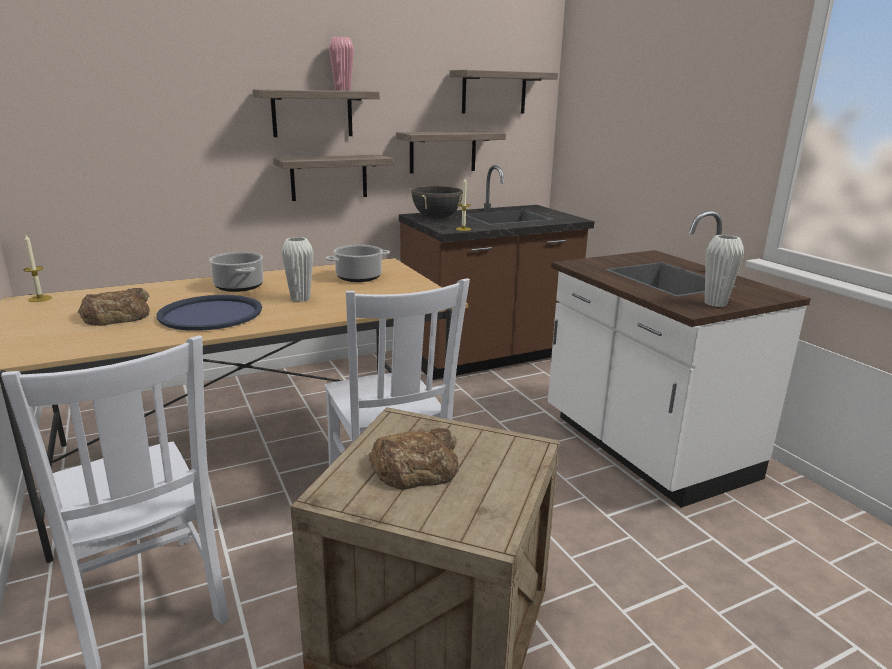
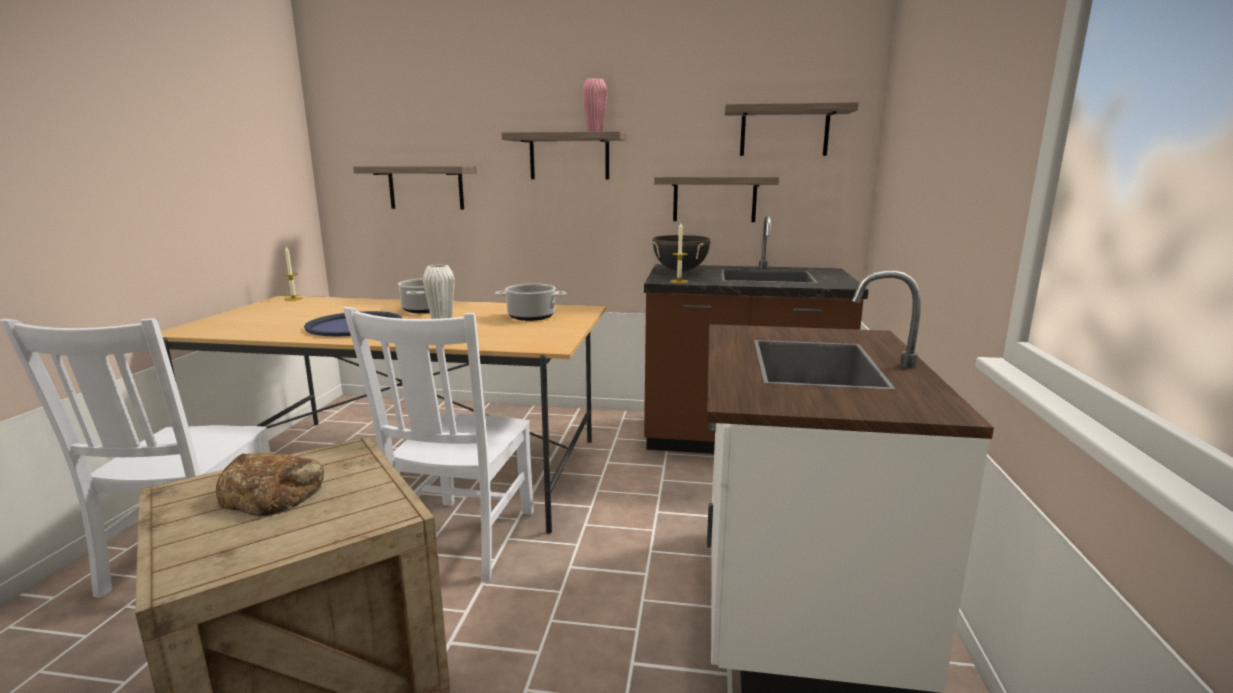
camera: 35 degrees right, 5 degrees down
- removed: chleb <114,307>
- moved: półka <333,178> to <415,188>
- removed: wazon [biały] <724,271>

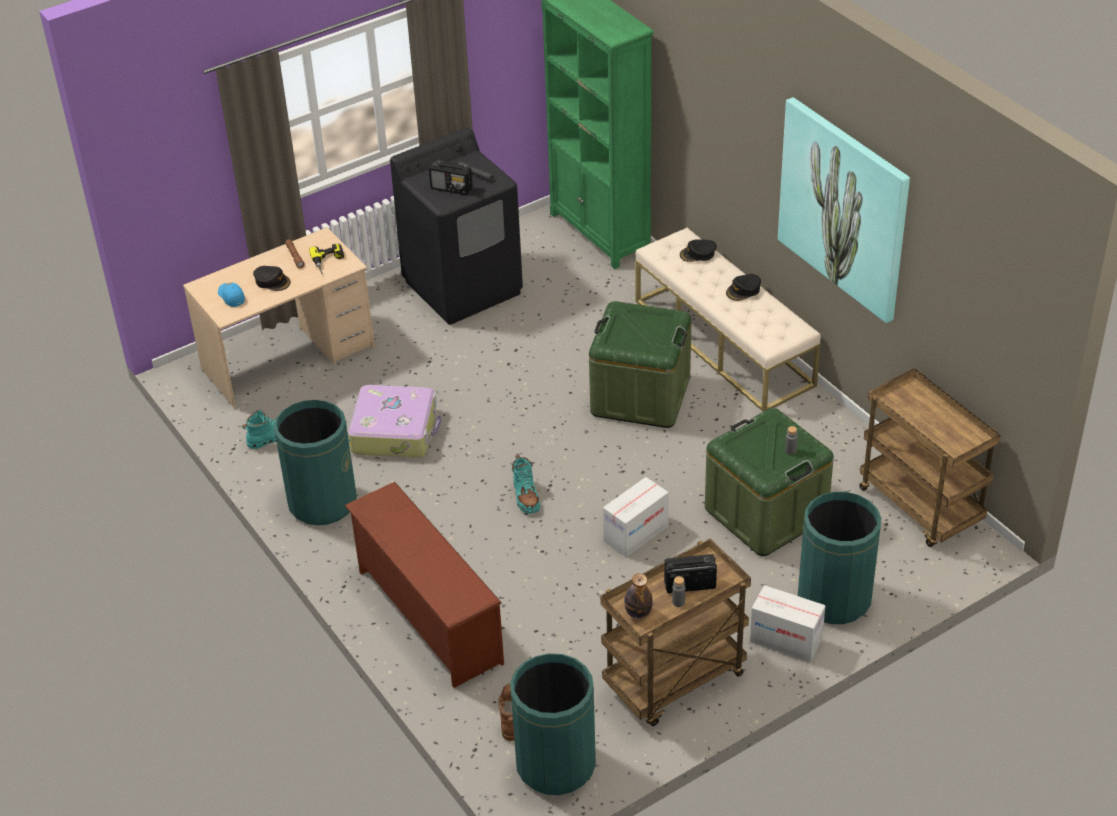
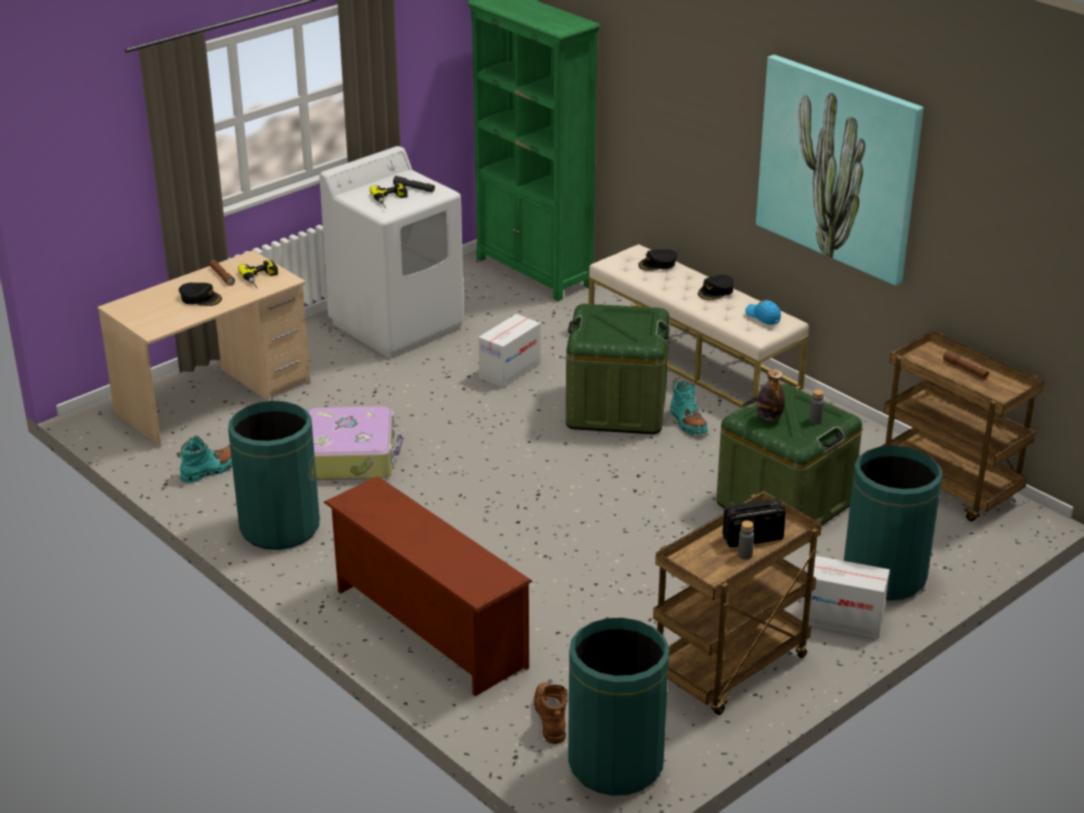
camera: 10 degrees left, 10 degrees down
- moved: czapka z daszkiem [niebieski] <231,295> to <763,312>
- recoloured: pralka [czarny] <456,226> to pralka [biały] <391,252>
- replaced: radio <451,178> to wiertarka <389,195>
- moved: but z cholewką [turkusowy] <526,484> to <689,407>
- moved: karton <636,517> to <510,351>
- moved: butelka <638,596> to <770,395>
- added: latarka [brązowy] <966,365>

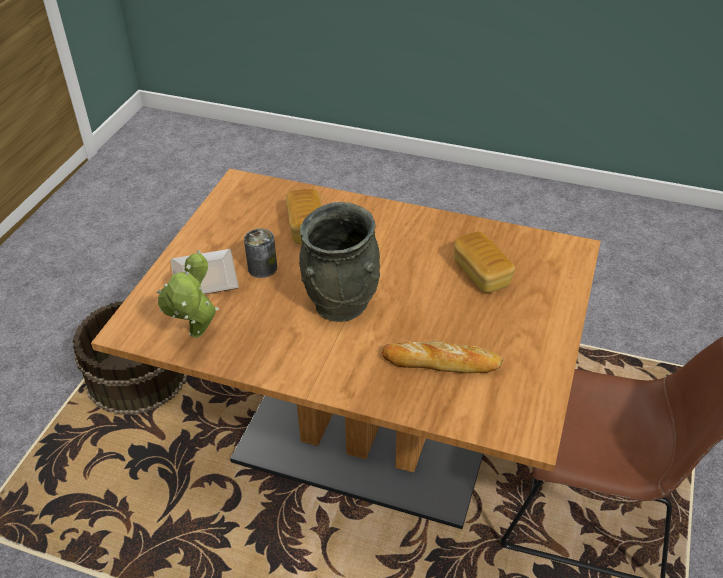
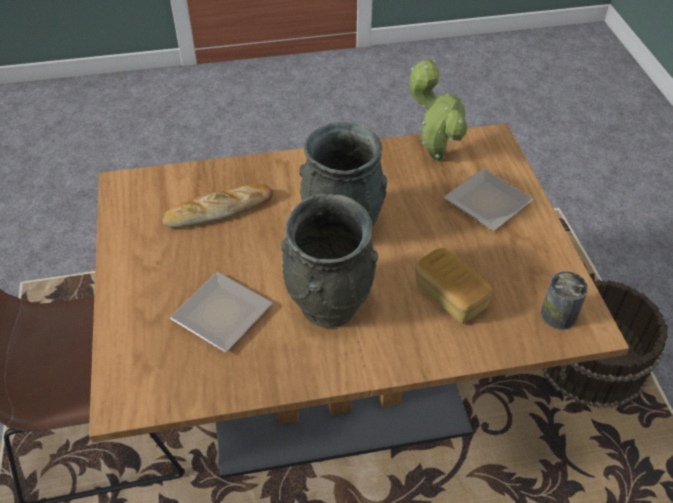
camera: 150 degrees right, 5 degrees up
- moved: puszka <260,253> to <564,300>
- replaced: chleb <484,262> to talerz <220,312>
- added: wazon [szary] <329,261>

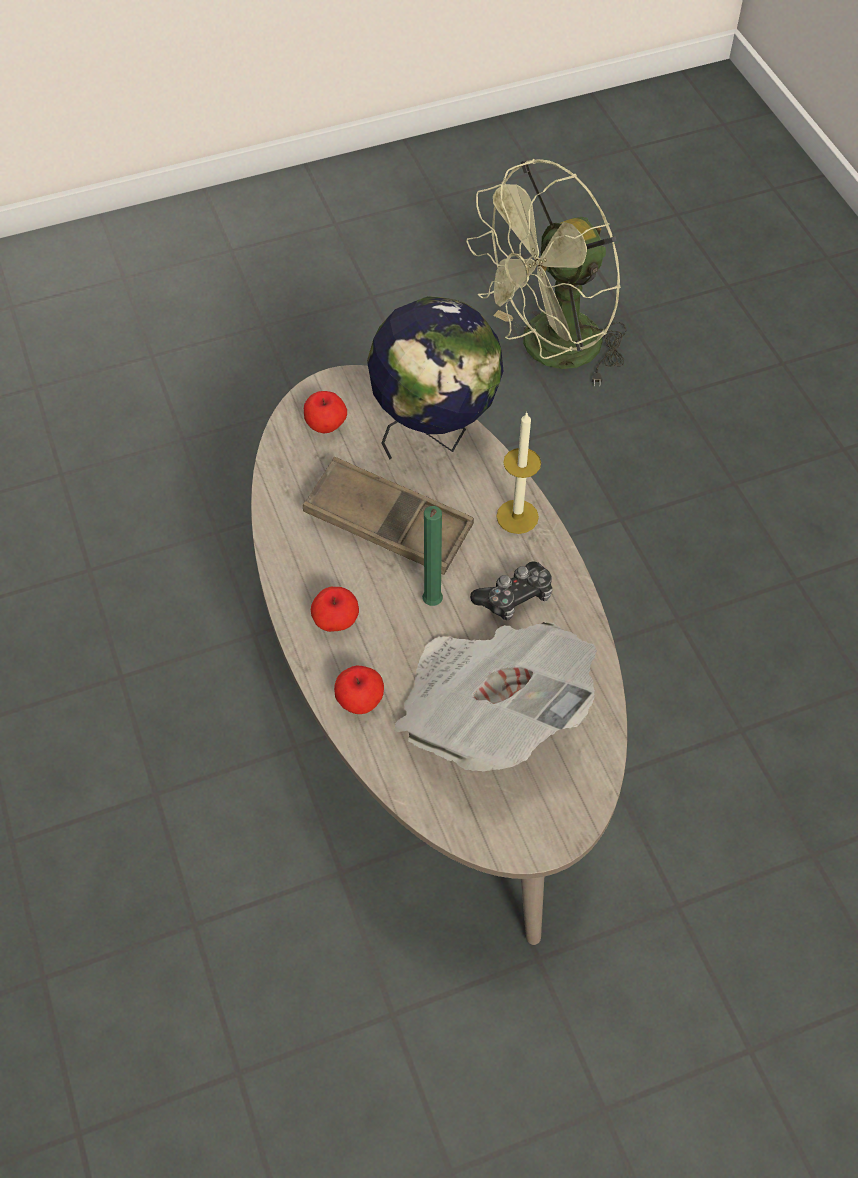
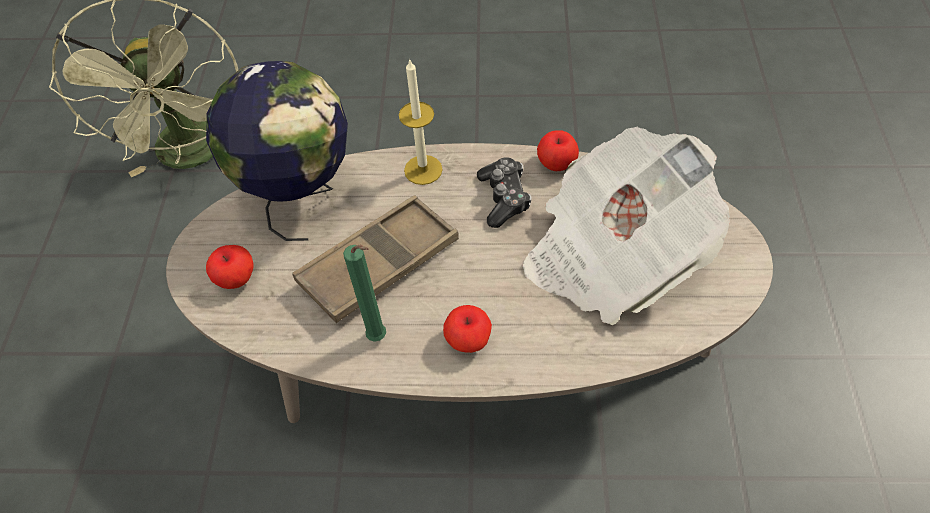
camera: 65 degrees left, 0 degrees up
- moved: jabłko <359,690> to <558,150>
- moved: świeca [zielony] <432,556> to <364,293>

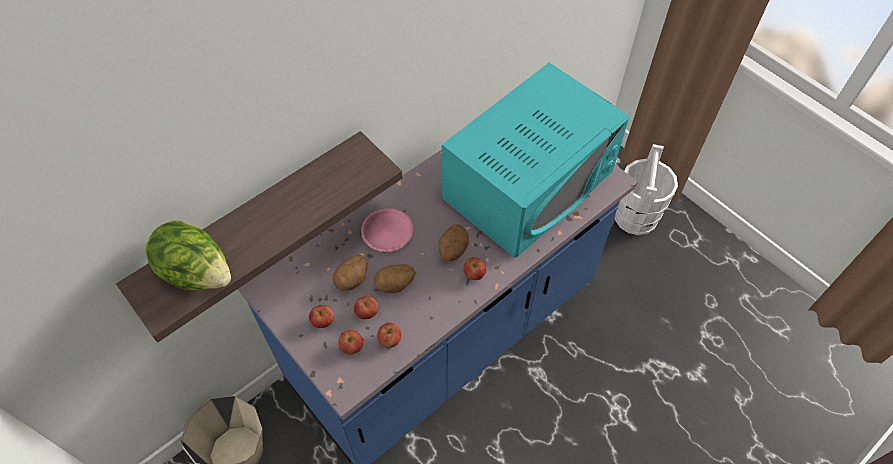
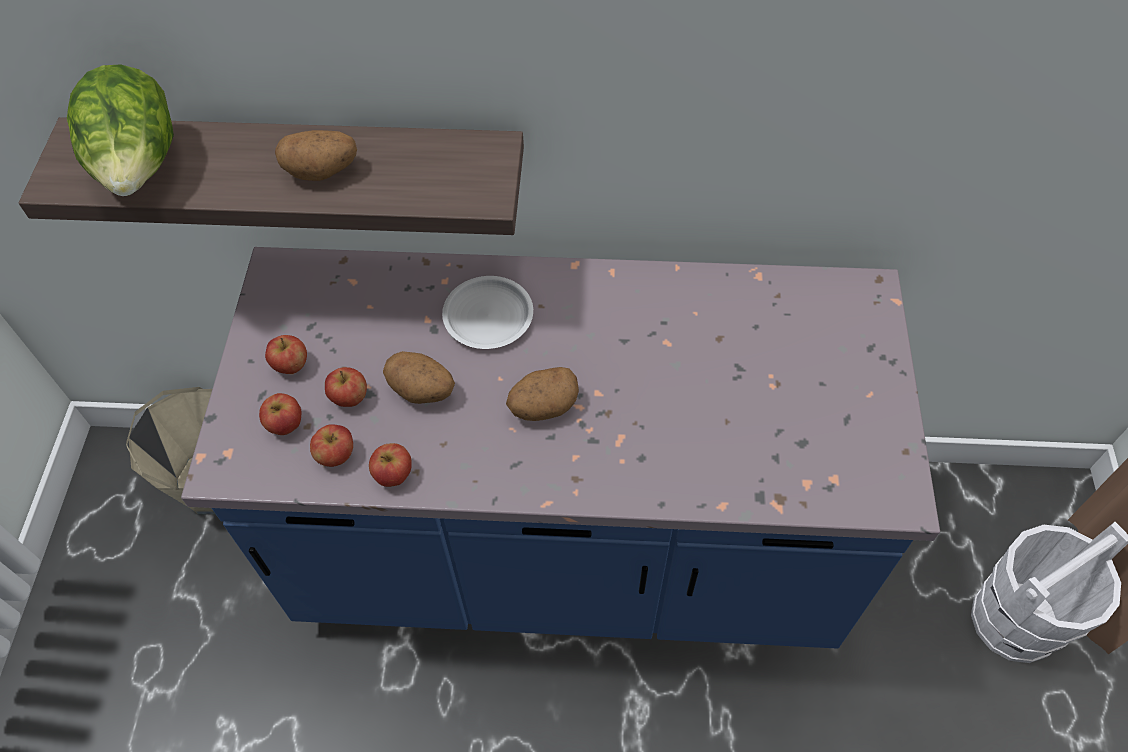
camera: 45 degrees right, 0 degrees up
- moved: ziemniak <350,272> to <316,155>
- recoloured: talerz [różowy] <387,230> to talerz [biały] <487,312>
- removed: mikrofalówka [turkusowy] <535,160>
- moved: jabłko <474,268> to <390,465>

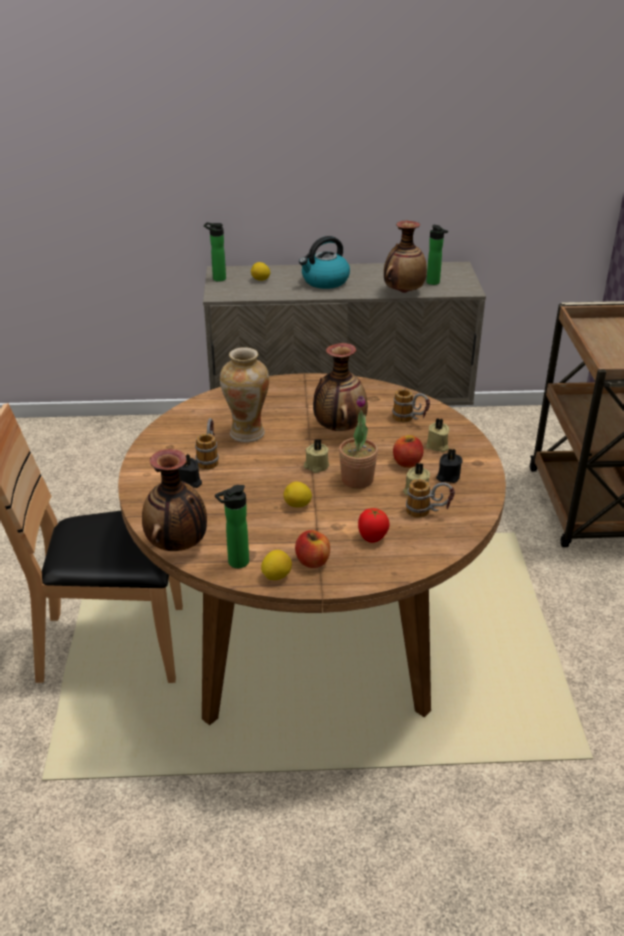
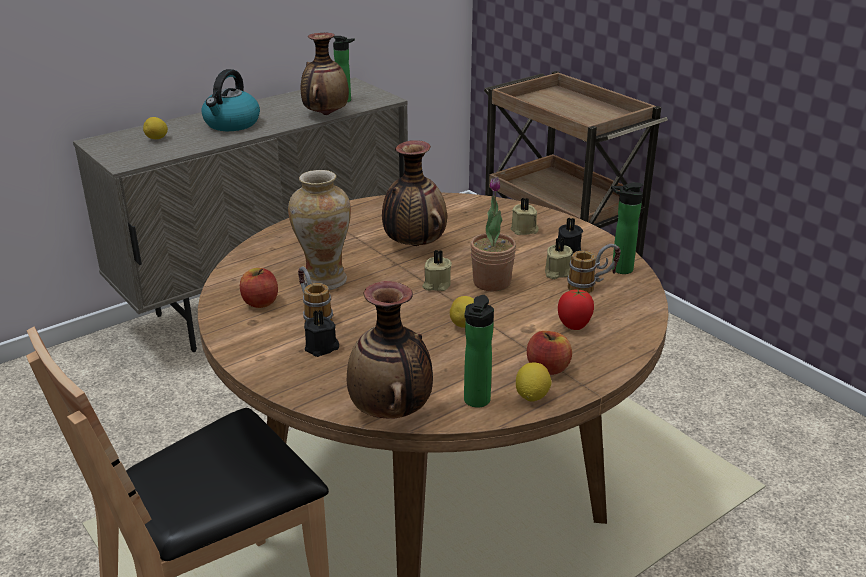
camera: 35 degrees left, 5 degrees down
- moved: butelka <215,252> to <627,228>
- removed: kubek <411,405>
- moved: jabłko <408,451> to <259,288>

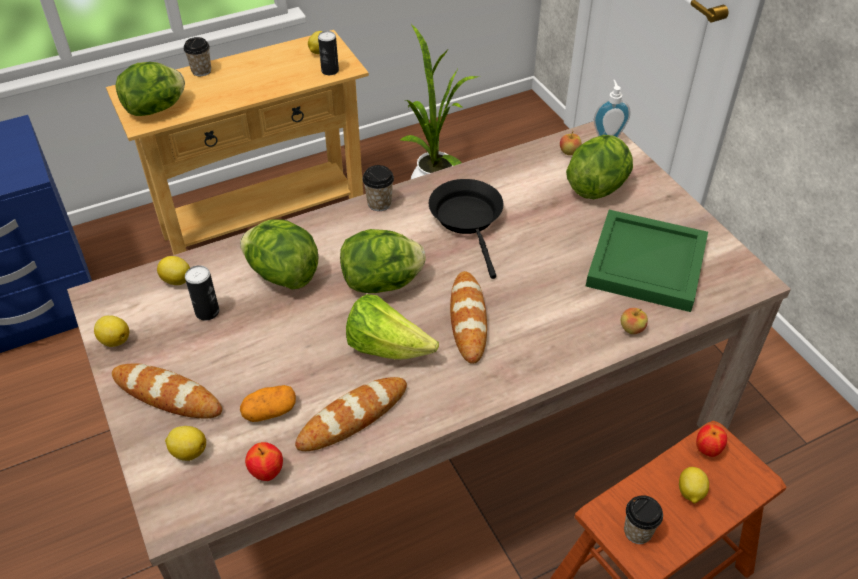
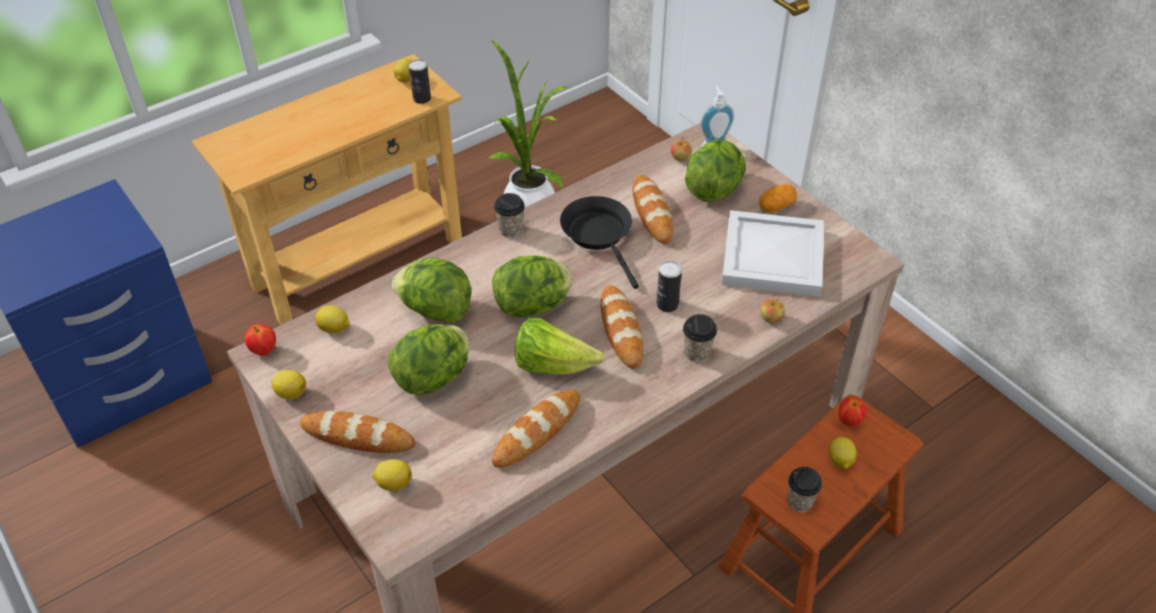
camera: 10 degrees left, 0 degrees up
- moved: sałata <150,89> to <428,359>
- moved: filiżanka <197,56> to <700,338>
- moved: puszka <202,293> to <669,286>
- moved: ziemniak <268,403> to <778,198>
- moved: jabłko <264,461> to <260,340>
- recoloured: taca [zielony] <647,261> to taca [biały] <773,253>
- added: chleb <653,209>

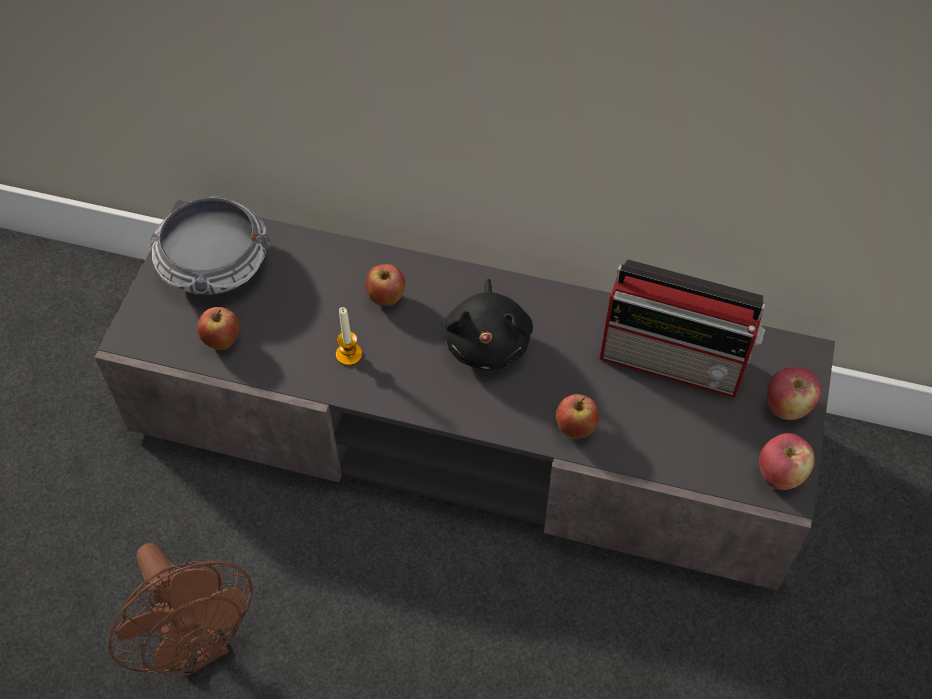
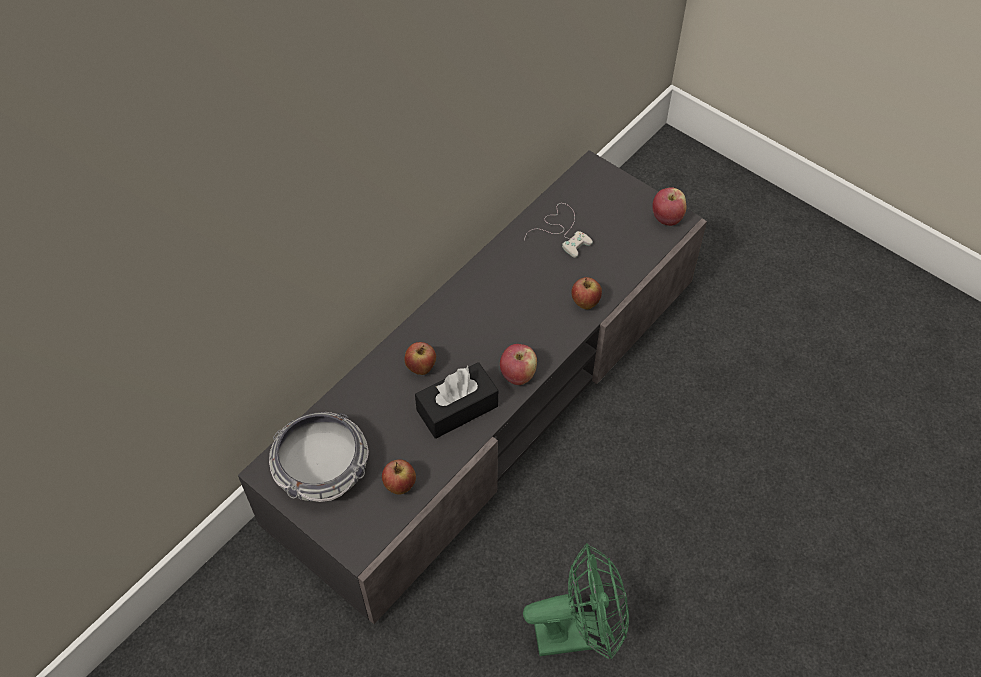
camera: 65 degrees left, 0 degrees up
- recoloured: wentylator [brązowy] <181,610> to wentylator [zielony] <576,602>
- replaced: świeca <349,336> to pudełko chusteczek [czarny] <456,400>
- removed: pluszak [czarny] <488,324>
- replaced: radio <682,328> to pad do gier [biały] <558,230>
- moved: jabłko <794,393> to <518,364>

